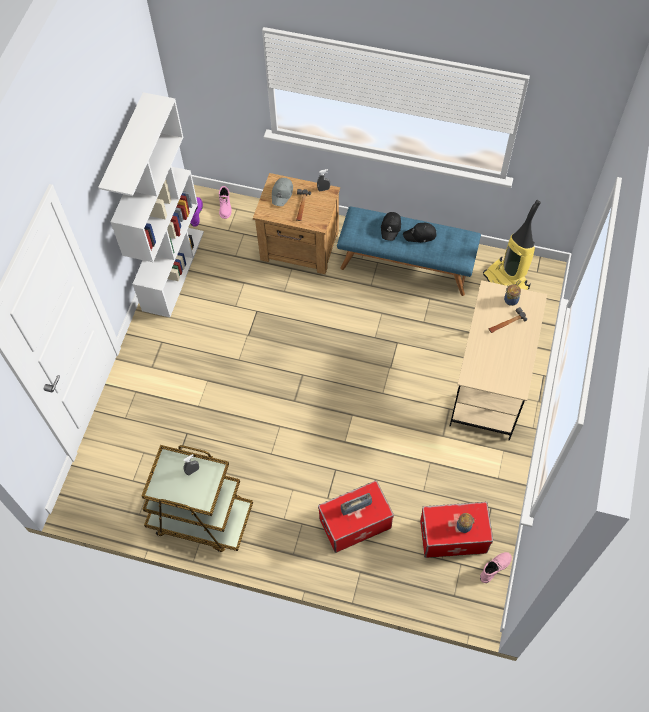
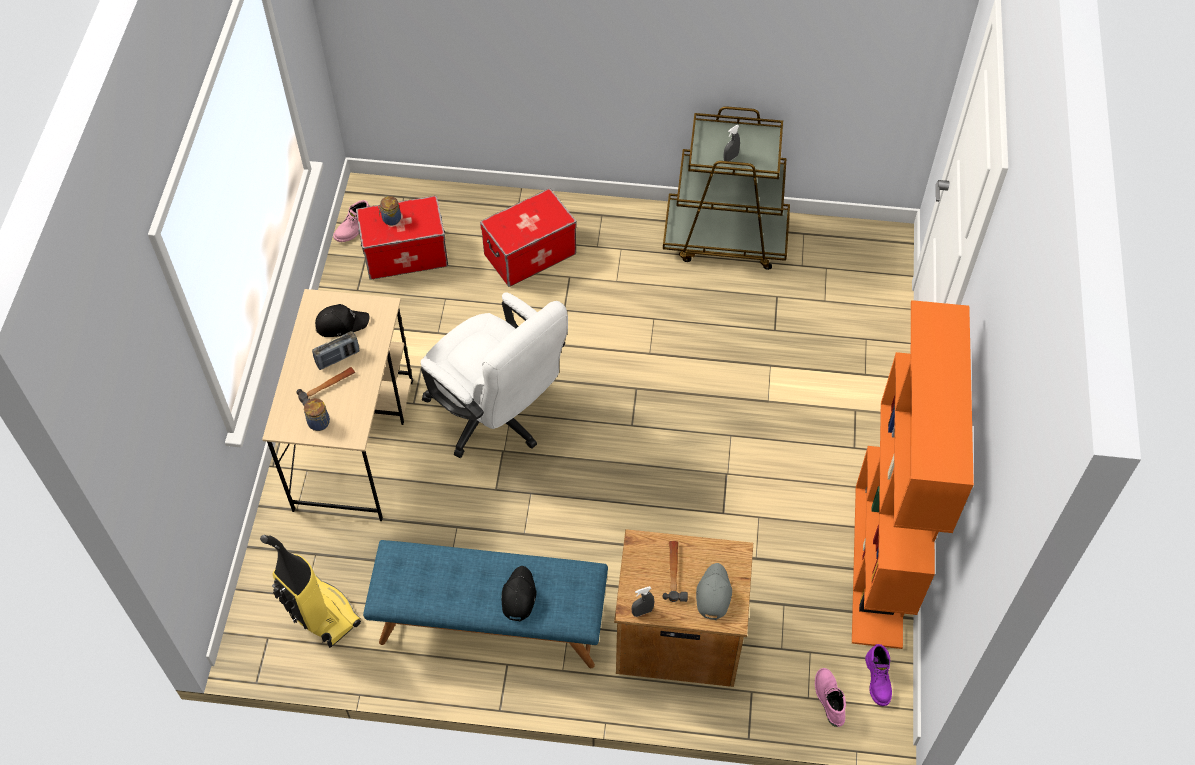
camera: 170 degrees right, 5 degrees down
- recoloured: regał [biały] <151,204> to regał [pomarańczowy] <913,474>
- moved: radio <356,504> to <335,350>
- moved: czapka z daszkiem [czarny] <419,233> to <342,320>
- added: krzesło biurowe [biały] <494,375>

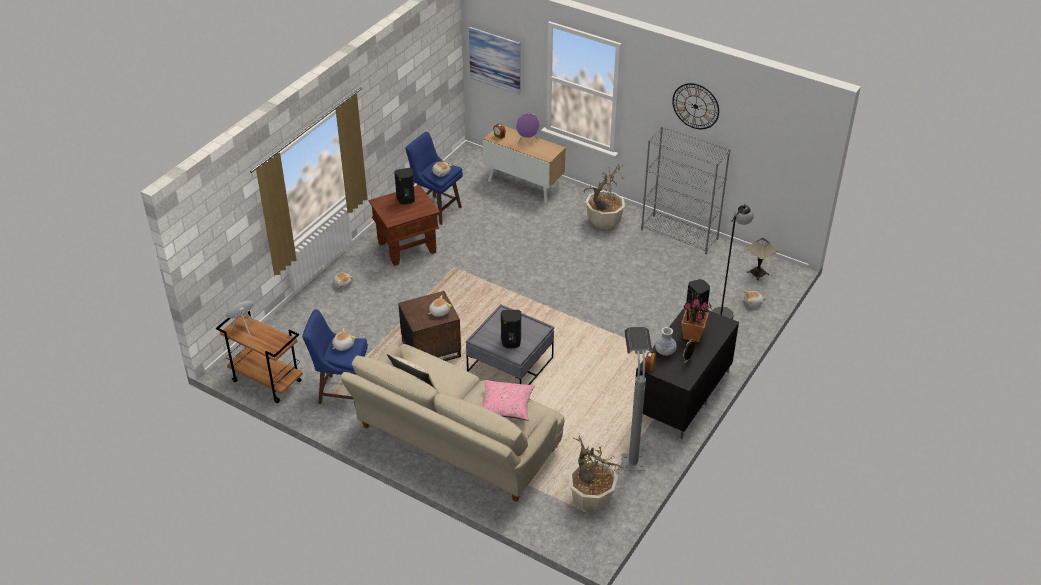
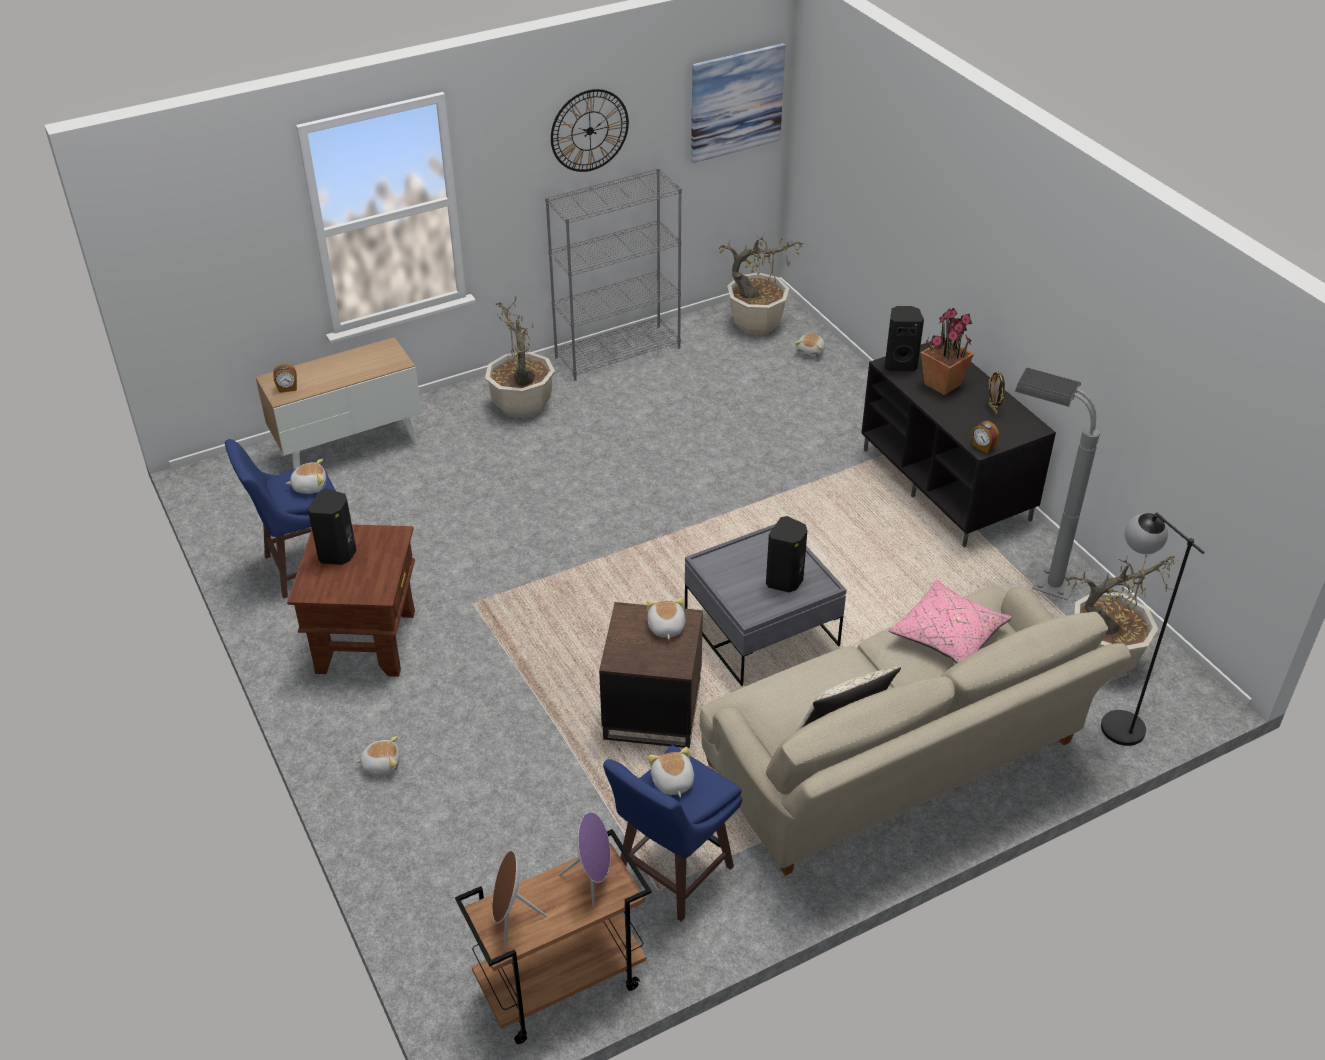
camera: 60 degrees left, 0 degrees up
- moved: obraz <494,61> to <738,103>
- moved: głośnik [fioletowy] <528,129> to <584,859>
- removed: wazon <666,341>
- moved: lampa stojąca [czarny] <733,261> to <1153,629>
- replaced: lampa stołowa <762,259> to roślina doniczkowa <761,285>

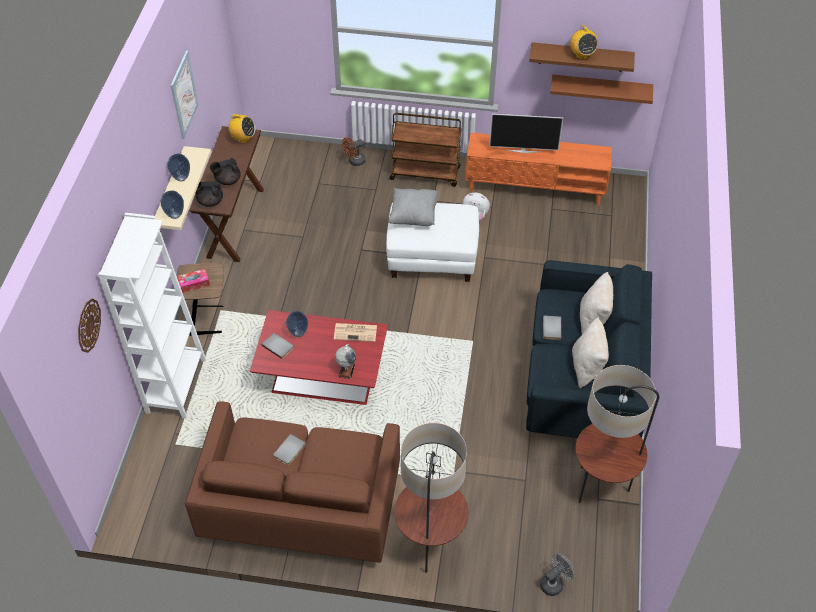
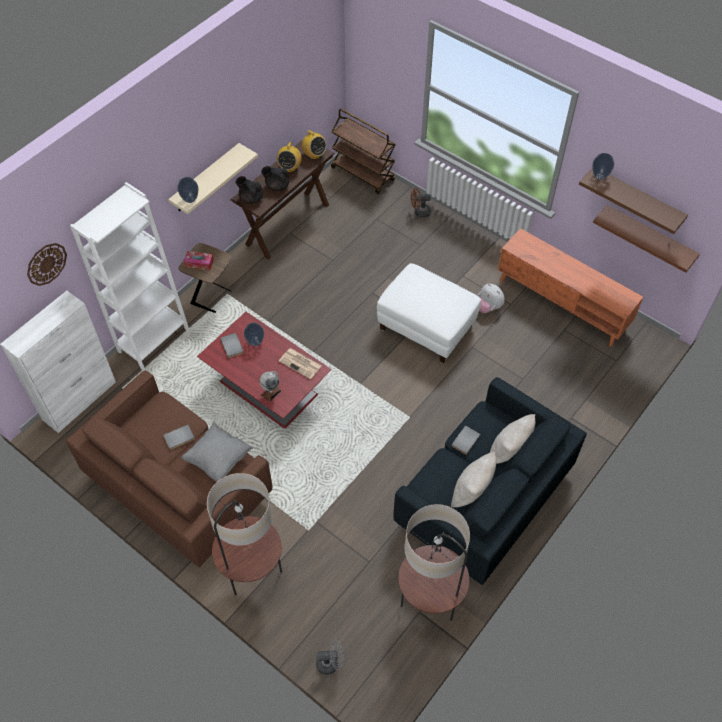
camera: 30 degrees right, 5 degrees up
- moved: wazon <178,167> to <603,166>
- removed: obraz <185,95>
- moved: poduszka [szary] <414,207> to <217,452>
- moved: wózek [brązowy] <425,150> to <363,151>
- removed: telewizor <526,133>
- moved: radio <584,42> to <289,157>
- added: szafka [biały] <58,362>

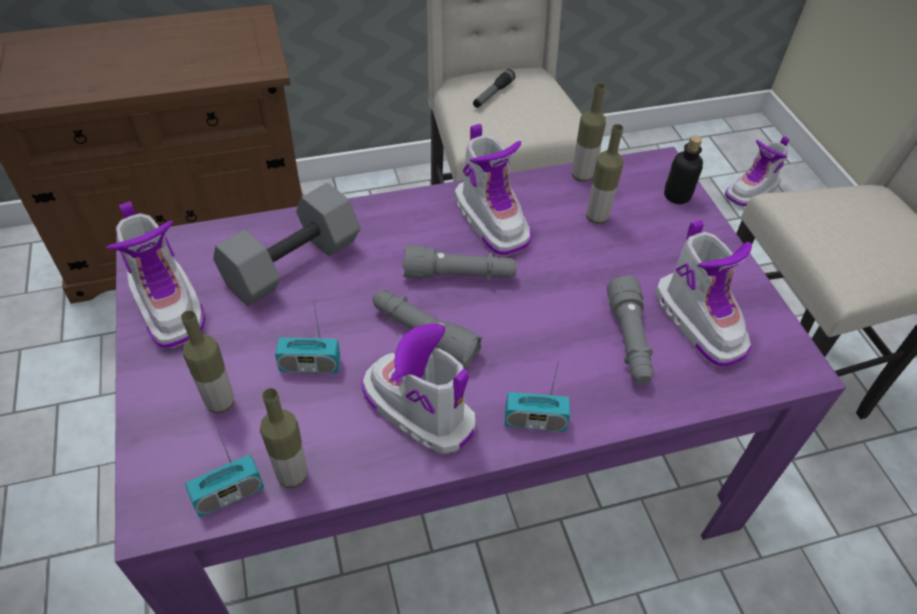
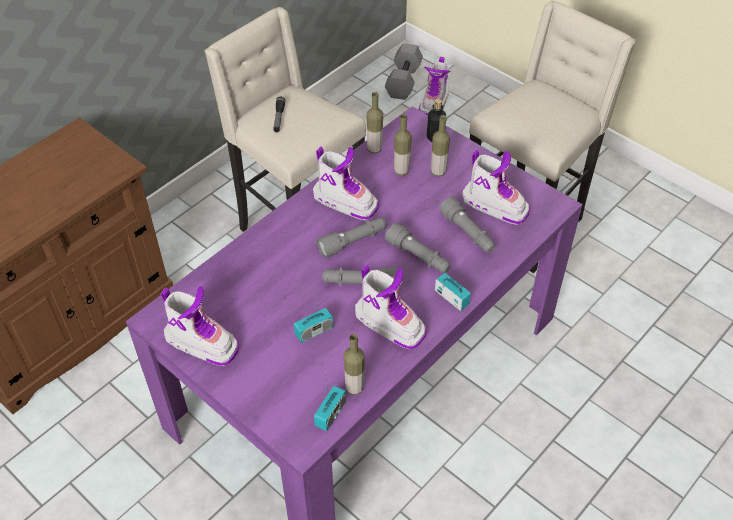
camera: 30 degrees left, 0 degrees up
- moved: butelka <207,361> to <440,146>
- moved: hantel [szary] <286,245> to <404,71>
- turned: but z cholewką <418,389> = <391,307> 150 degrees counterclockwise
- turned: radio <537,396> = <453,291> 105 degrees counterclockwise
- added: latarka [szary] <418,248>

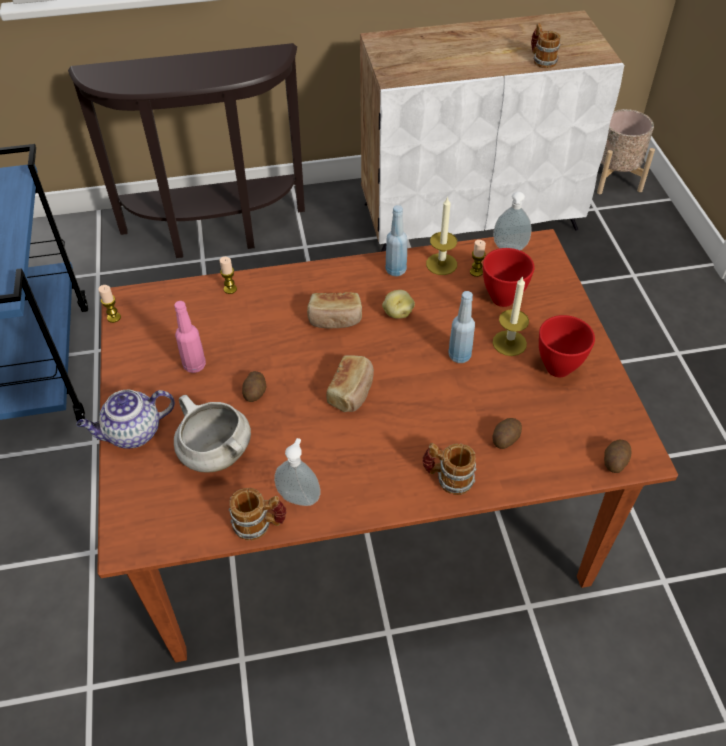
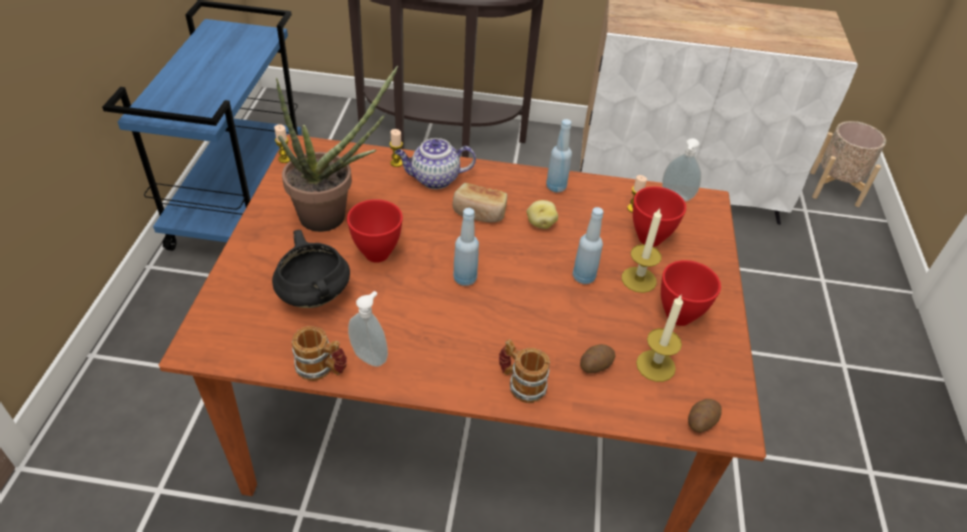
camera: 15 degrees right, 5 degrees down
- moved: imbryk <125,419> to <435,163>
- replaced: butelka [różowy] <190,337> to roślina doniczkowa <337,149>
- recoloured: garnek [biały] <212,434> to garnek [czarny] <311,269>
- replaced: ziemniak <254,386> to miska [czerwony] <375,231>
- replaced: chleb <350,383> to butelka [niebieski] <466,247>
- moved: świeca <441,235> to <659,338>
- removed: kubek <546,45>

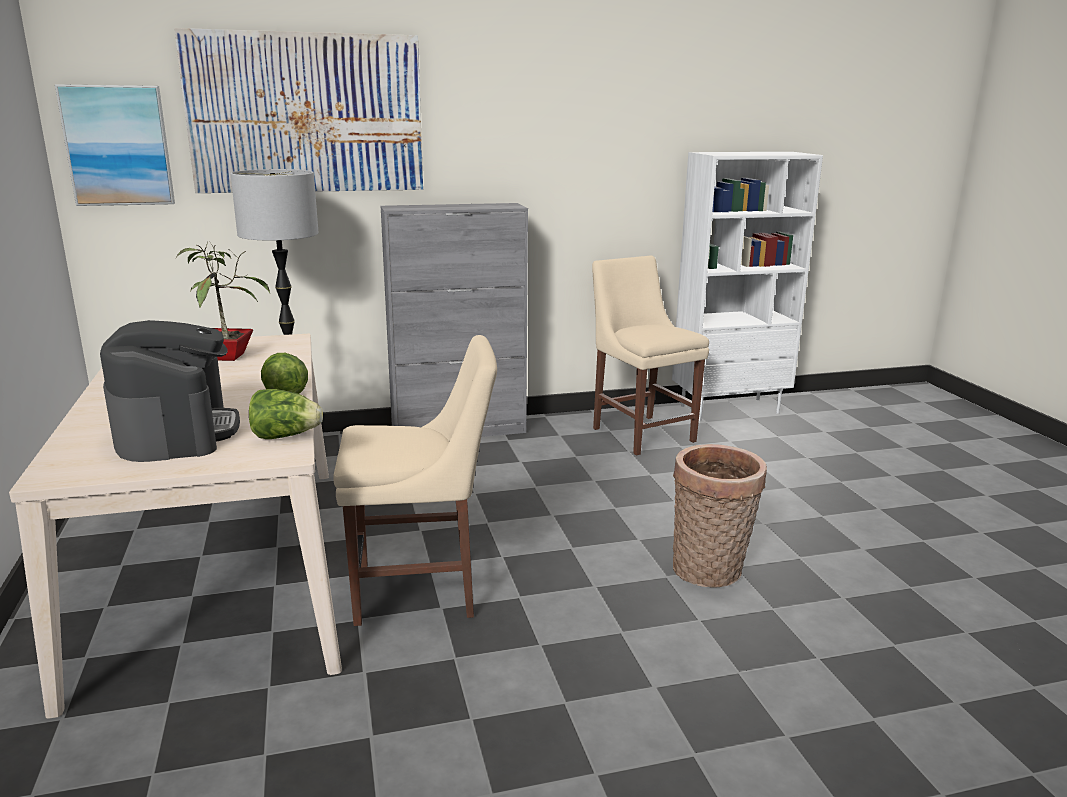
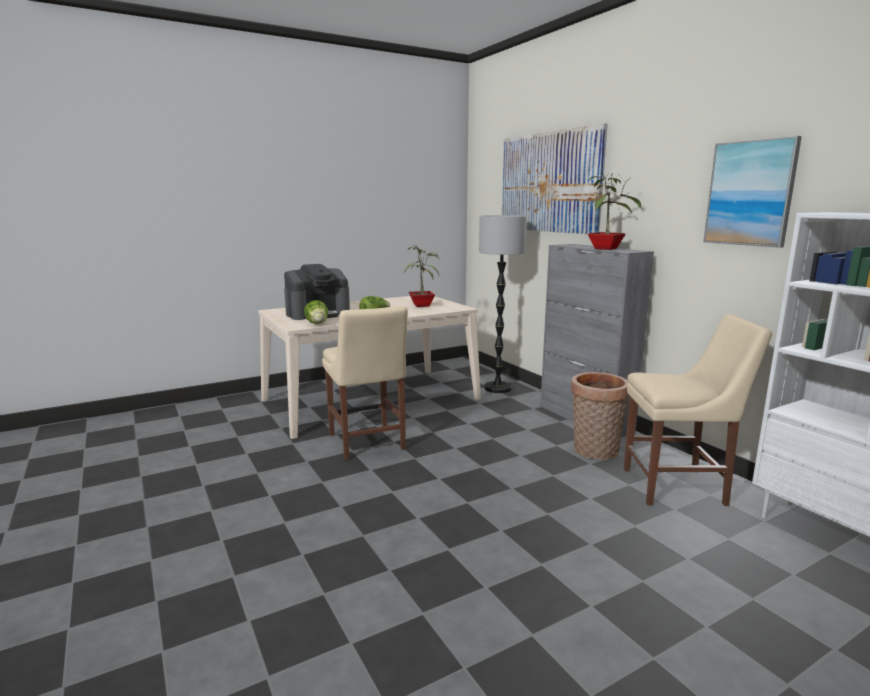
camera: 75 degrees right, 5 degrees down
- moved: obraz <115,145> to <752,192>
- turned: krzesło [beżowy] <650,355> = <698,410> 45 degrees clockwise
- moved: koszyk <720,516> to <600,416>
- added: roślina doniczkowa <614,211>

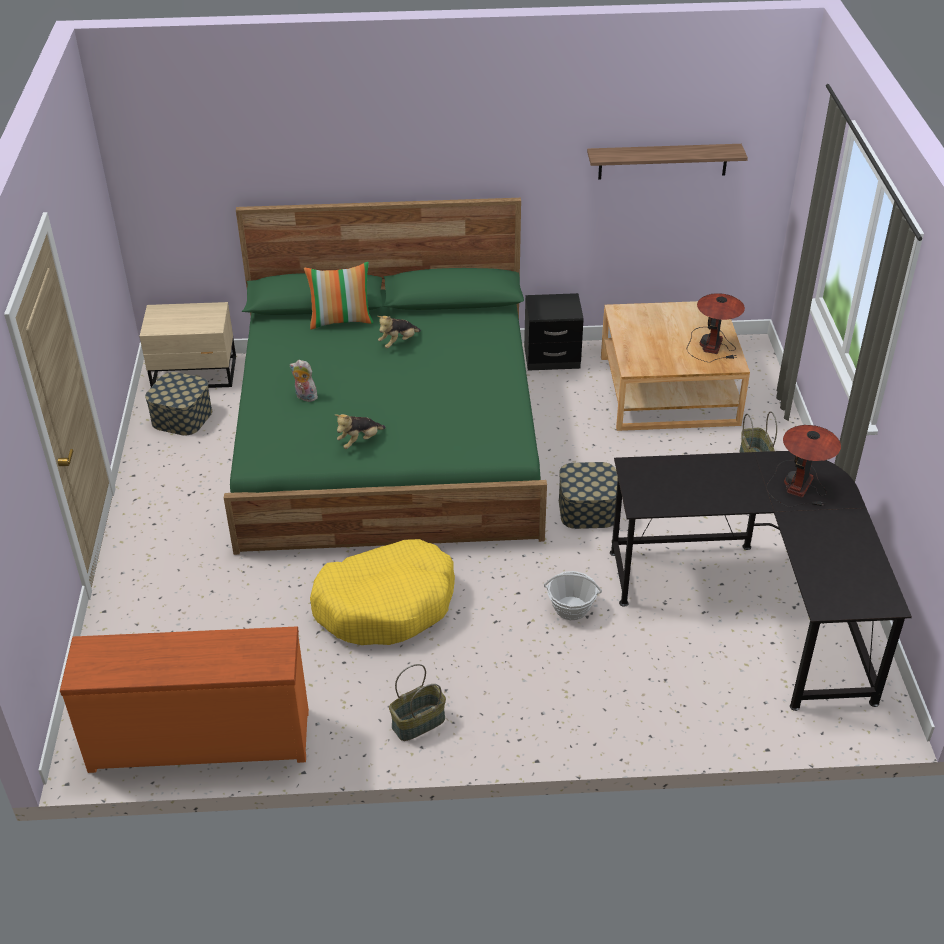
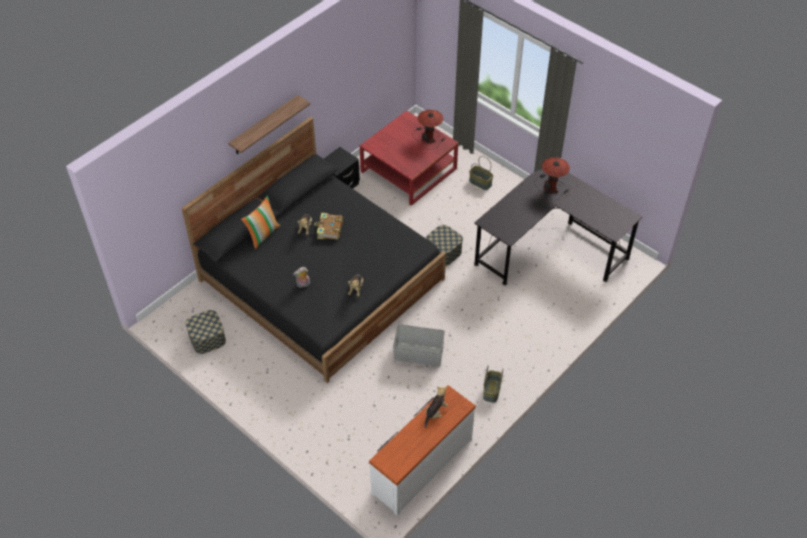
camera: 45 degrees left, 10 degrees up
- recoloured: komoda [pomarańczowy] <184,699> to komoda [biały] <422,450>
- removed: szafka nocna [beżowy] <188,345>
- recoloured: łóżko [zielony] <385,376> to łóżko [czarny] <313,250>
- replaced: legowisko [żółty] <382,592> to pojemnik do przechowywania [szary] <419,345>
- removed: koszyk <573,595>
- moved: półka <667,162> to <269,124>
- recoloured: ława [beżowy] <675,366> to ława [czerwony] <409,158>
- added: książka <328,226>
- added: pluszak <436,407>

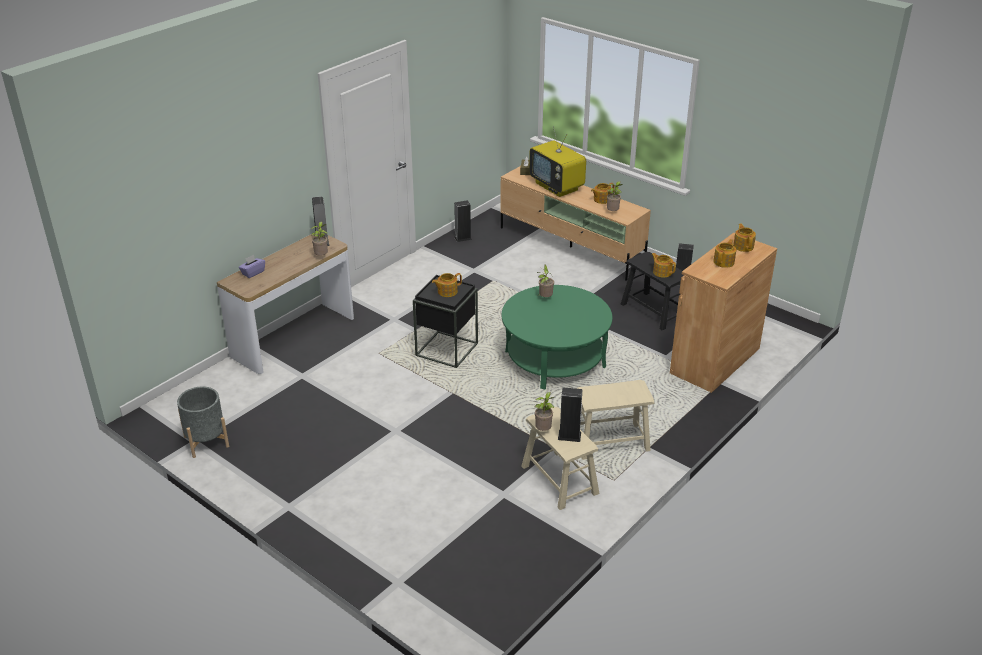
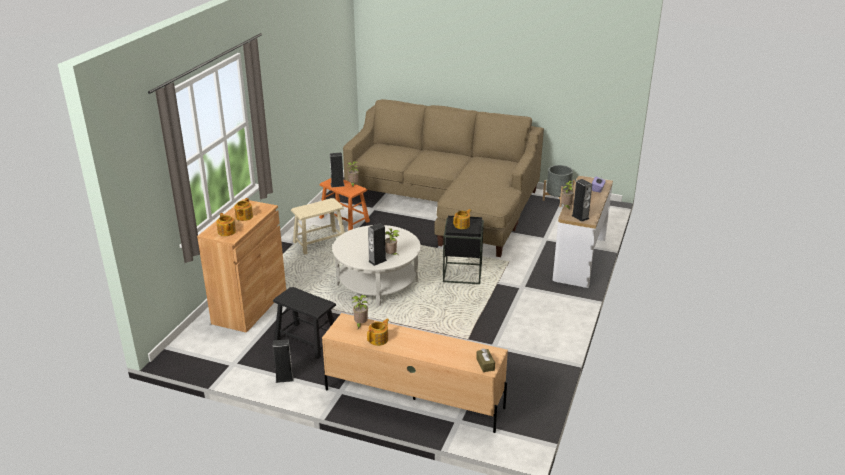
camera: 160 degrees right, 5 degrees down
- moved: głośnik <463,221> to <377,244>
- recoloured: ława [zielony] <557,337> to ława [biały] <377,265>
- recoloured: stołek [beżowy] <560,458> to stołek [pomarańczowy] <344,204>
- removed: telewizor <557,161>
- removed: imbryk <663,265>
- added: kanapa [beżowy] <443,178>

